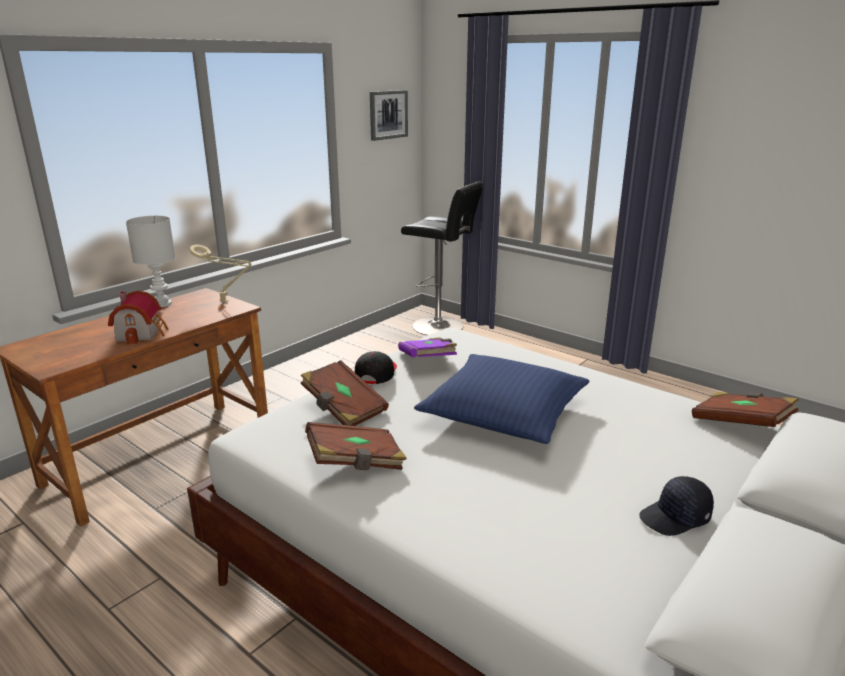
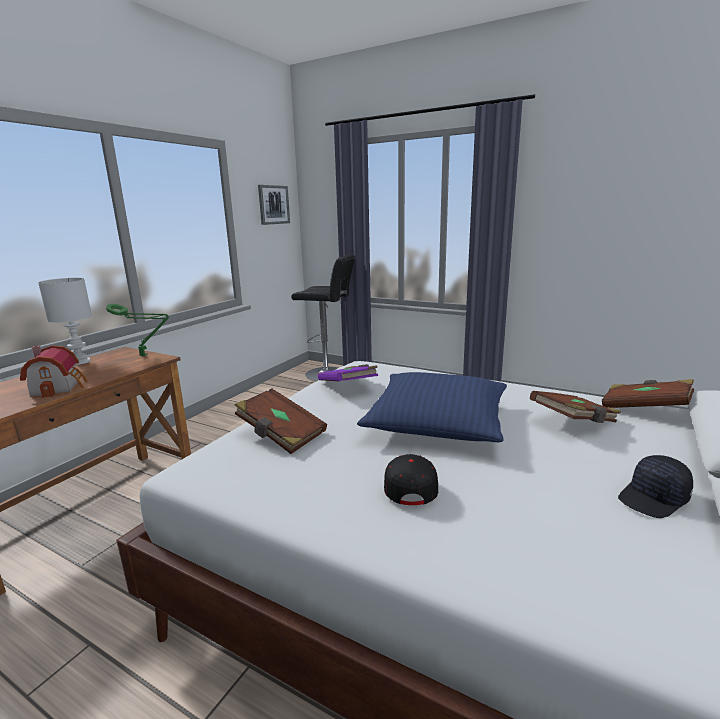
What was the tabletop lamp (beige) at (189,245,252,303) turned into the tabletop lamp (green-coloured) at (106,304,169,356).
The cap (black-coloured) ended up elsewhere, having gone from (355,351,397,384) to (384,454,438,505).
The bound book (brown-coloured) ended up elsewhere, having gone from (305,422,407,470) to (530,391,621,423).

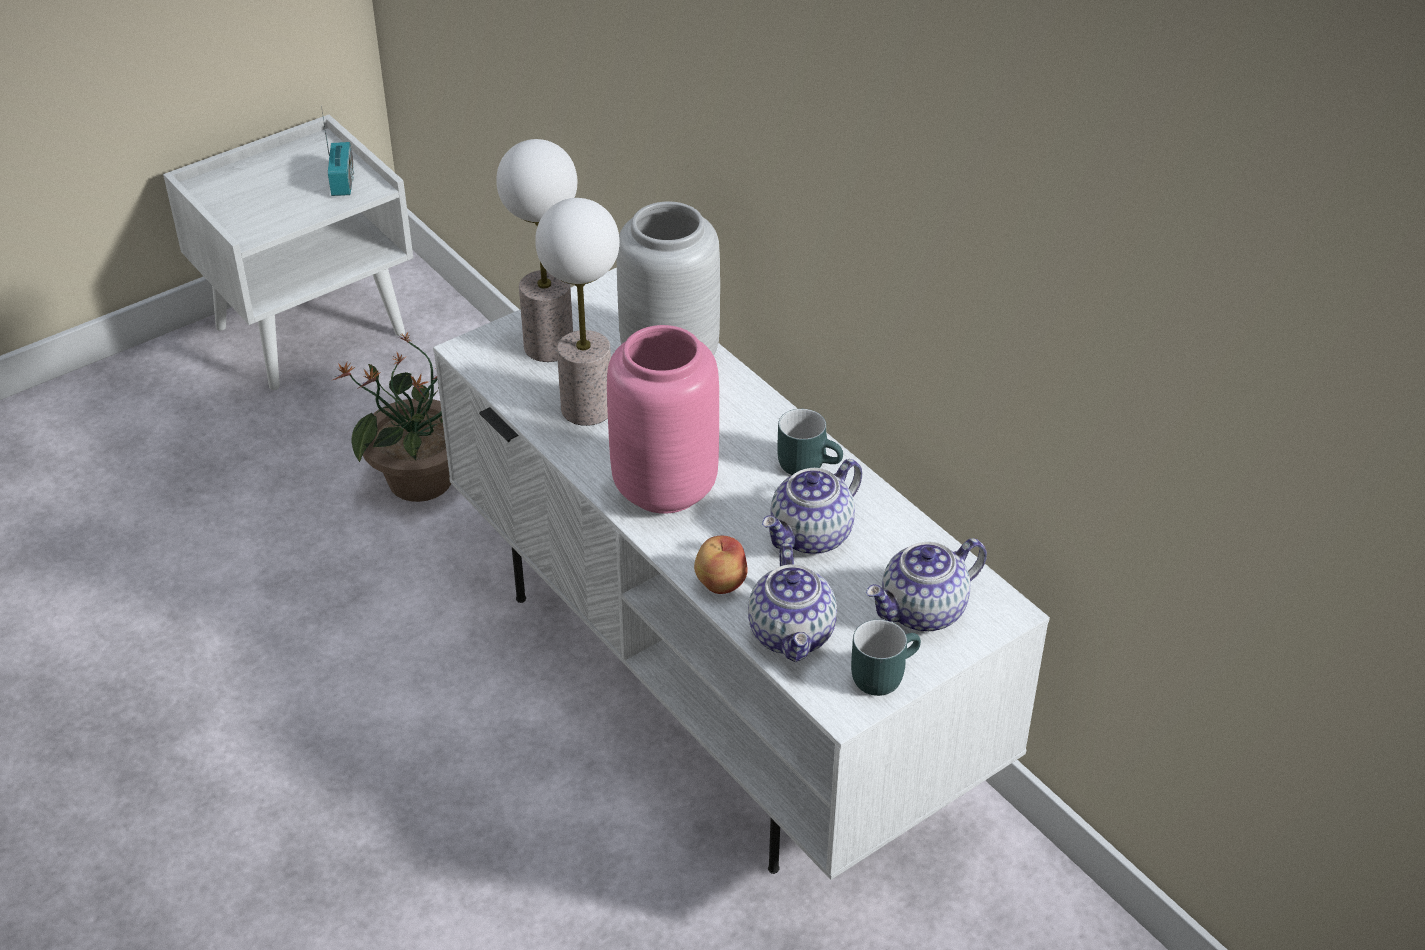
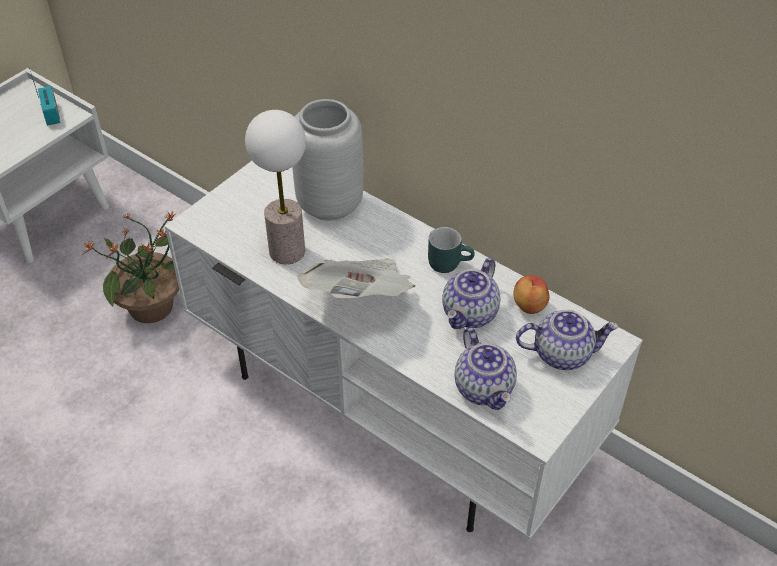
The second view lost the tabletop lamp at (496,139,577,362).
Where the flower vase (pink-coloured) stood at (607,325,719,514), the printed paper came to stand at (297,258,416,298).
The apple fruit ended up elsewhere, having gone from (694,536,748,594) to (513,275,550,314).
The tea pot at (866,538,987,632) ended up facing another way, 135 degrees counterclockwise from before.
The second view lost the mug (turquoise-coloured) at (851,620,921,696).

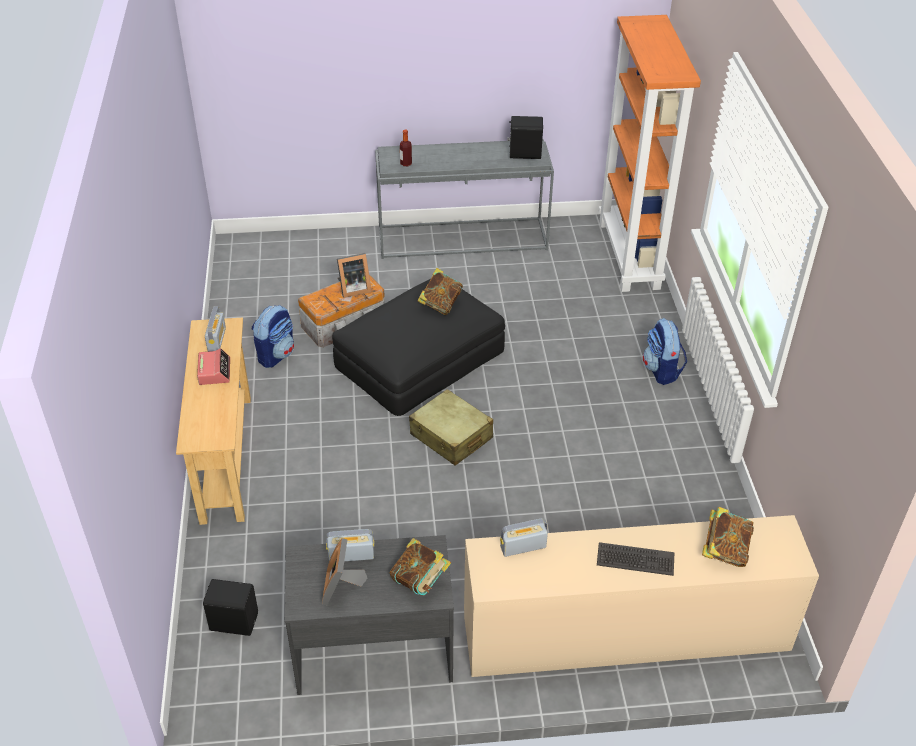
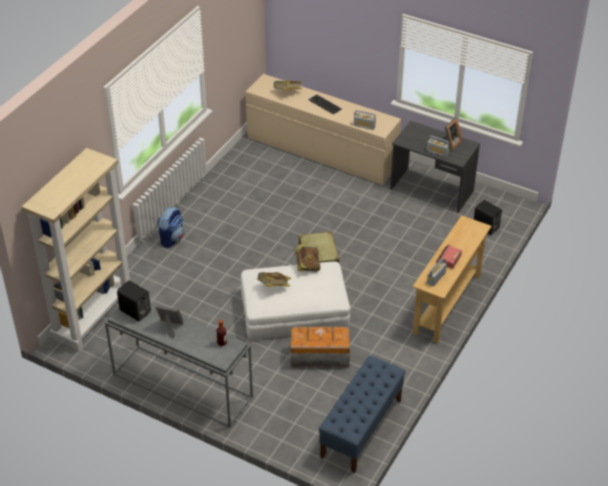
What was the shelving unit (orangey) at (599,15,701,292) turned into the shelving unit (beige) at (22,148,130,351).
The picture frame ended up elsewhere, having gone from (337,253,371,298) to (155,305,184,339).
What was the footrest (black-coloured) at (332,279,505,416) turned into the footrest (white) at (241,261,350,340).
The second view lost the knapsack at (252,305,294,368).
The bound book ended up elsewhere, having gone from (390,538,451,595) to (295,244,320,272).
The second view gained the long seat (blue-coloured) at (318,356,406,473).

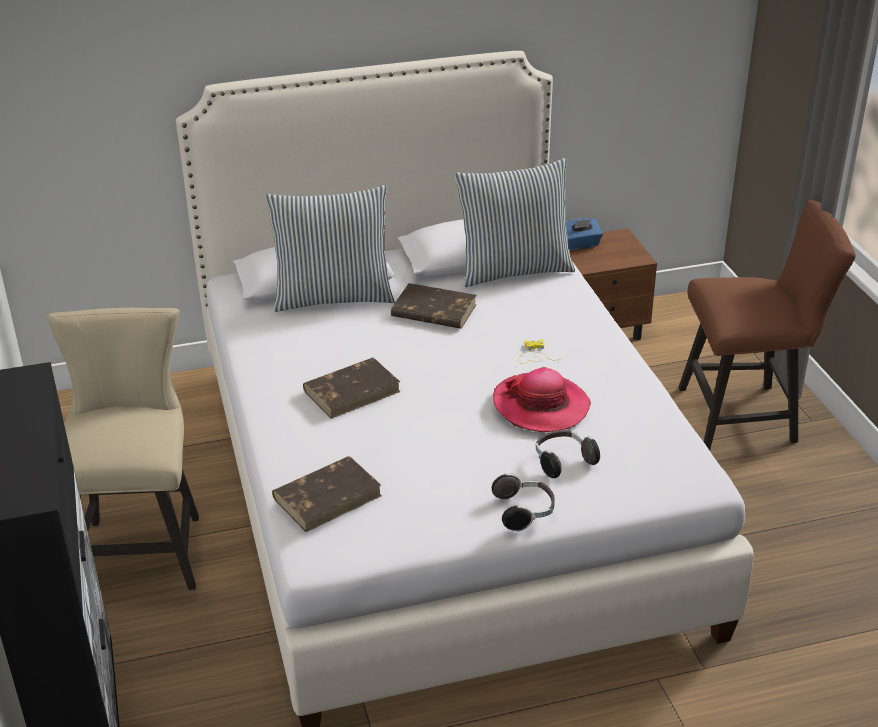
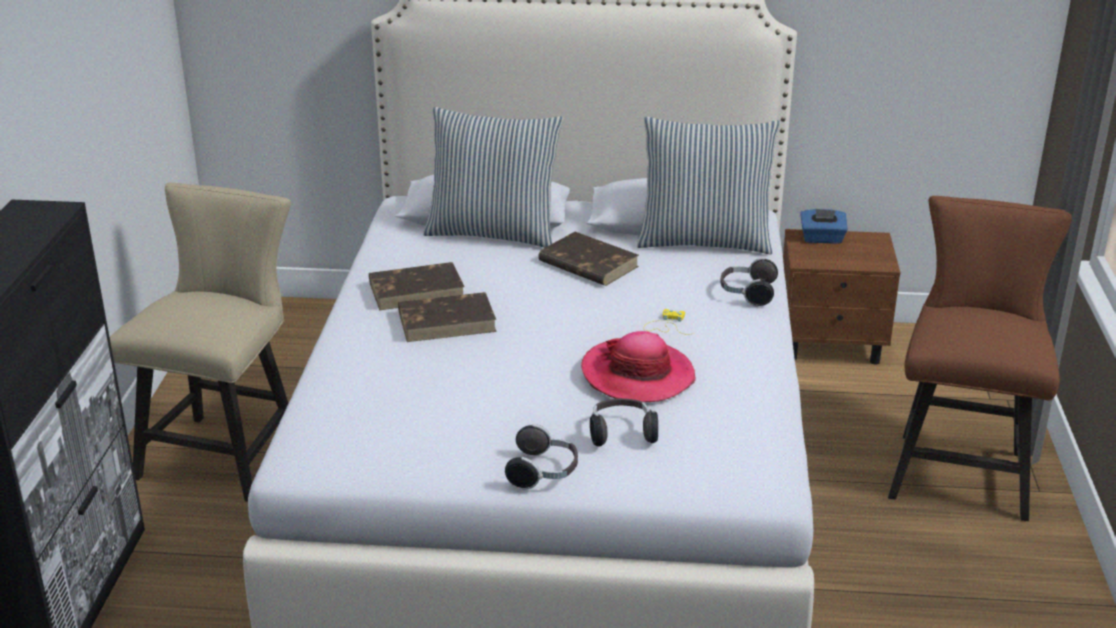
The plain chair (brown-coloured) at (678,199,856,451) ended up facing another way, 90 degrees counterclockwise from before.
The bound book (brown-coloured) ended up elsewhere, having gone from (272,456,382,532) to (369,262,465,310).
The second view gained the pair of headphones at (720,257,778,307).

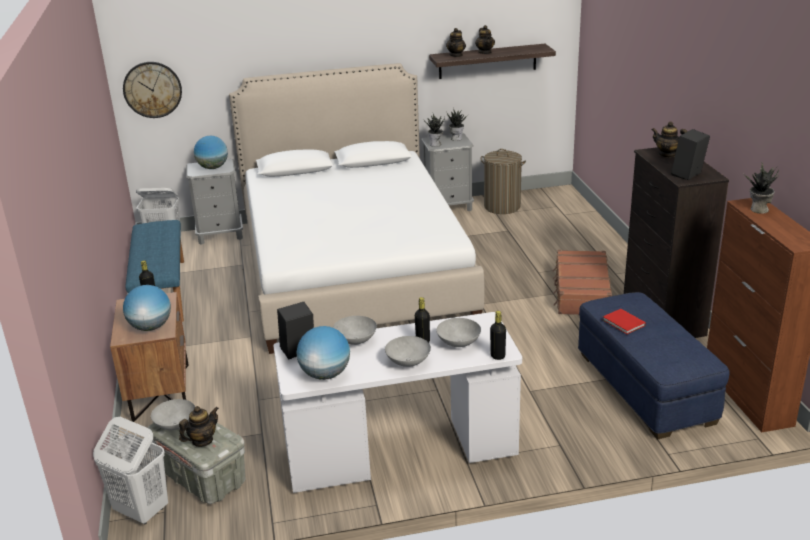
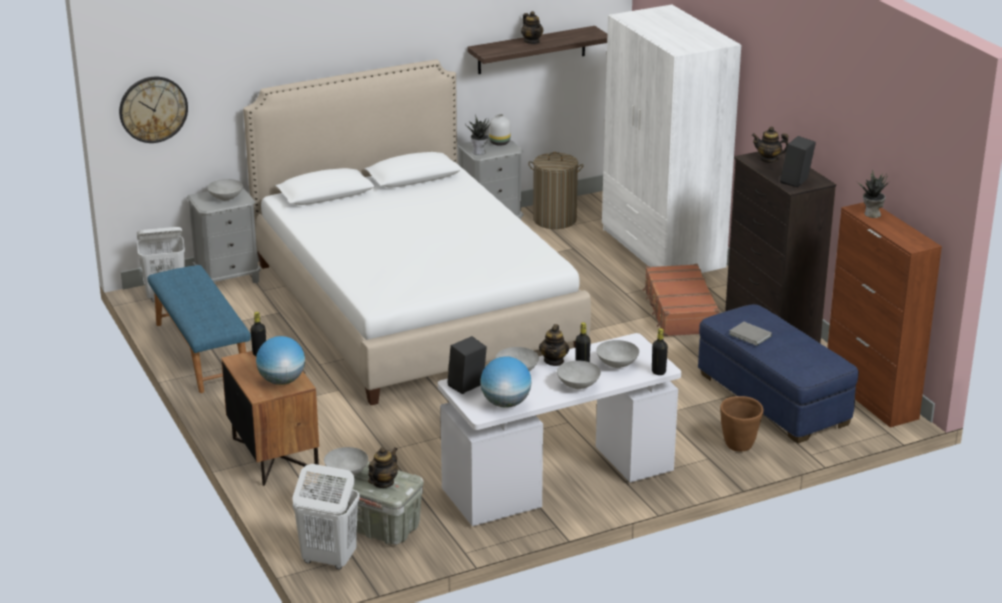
The tea pot ended up elsewhere, having gone from (446,28,466,57) to (539,324,569,366).
Where the plant in a pot stood at (447,107,468,141), the flower vase (white) came to stand at (489,114,511,146).
Where the desk globe stood at (194,136,228,169), the deep dish (grey) came to stand at (207,179,243,201).
What was the bound book (red-coloured) at (603,309,646,334) turned into the bound book (grey) at (729,322,772,346).
The second view gained the armoire (white) at (602,5,741,273).
The second view gained the flower pot (brown-coloured) at (720,396,763,451).

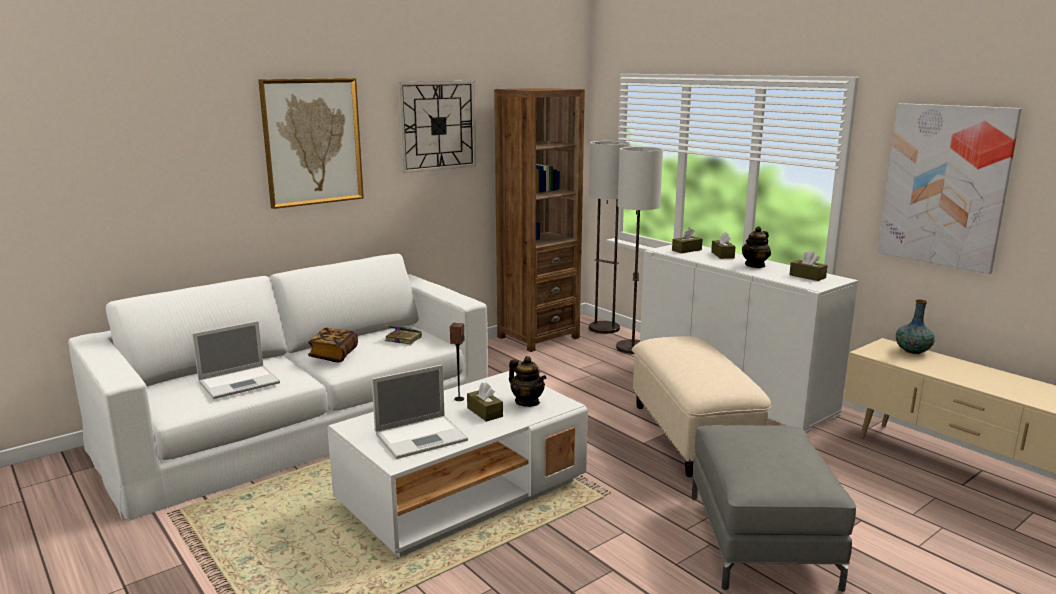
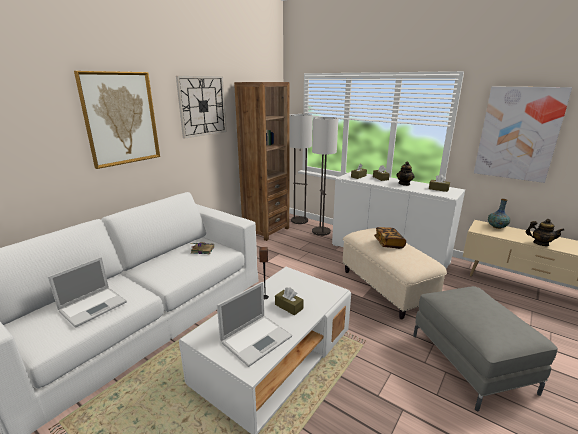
The bound book ended up elsewhere, having gone from (308,328,358,362) to (374,227,406,249).
The tea pot ended up elsewhere, having gone from (509,356,546,407) to (526,219,564,246).

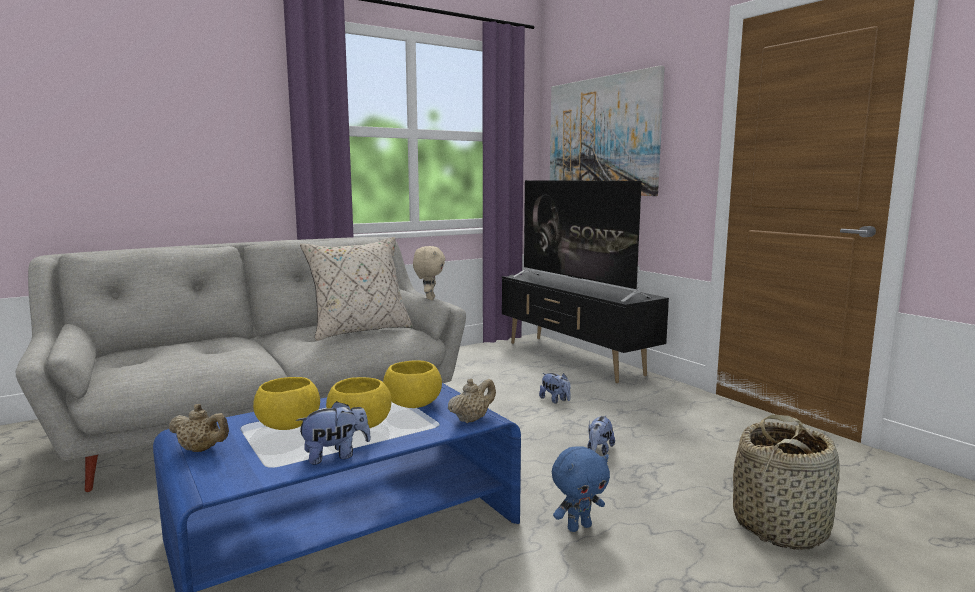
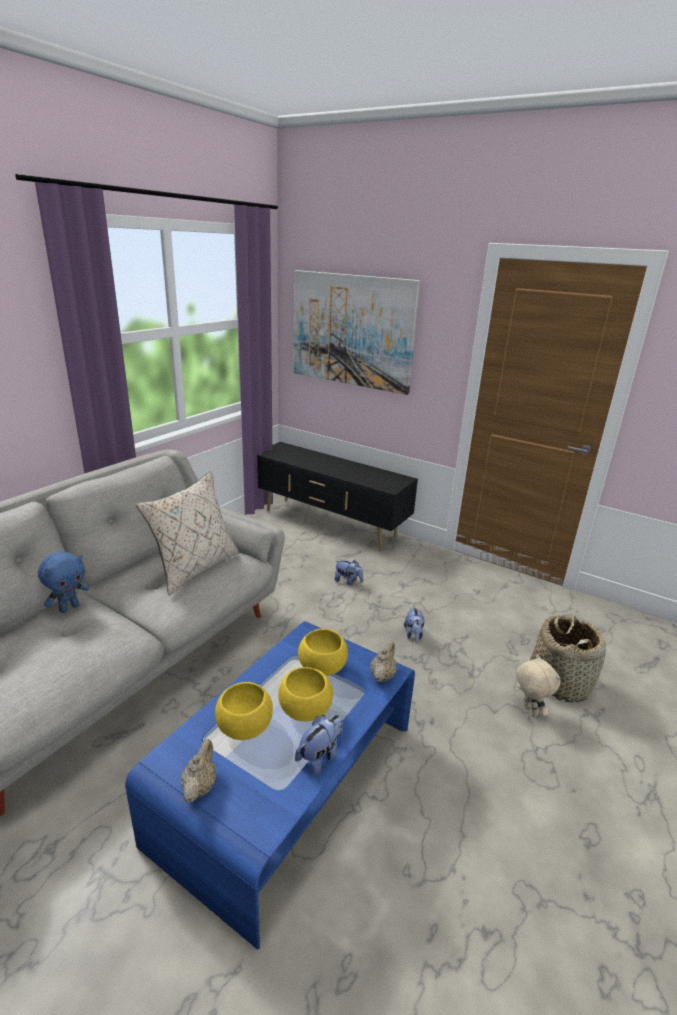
The second view lost the television at (513,180,651,302).
The cuddly toy (beige) ended up elsewhere, having gone from (413,246,445,300) to (516,654,560,716).
The tea pot (beige) at (169,404,229,452) ended up facing another way, 75 degrees counterclockwise from before.
The cuddly toy (blue-coloured) ended up elsewhere, having gone from (552,446,610,532) to (38,551,89,613).

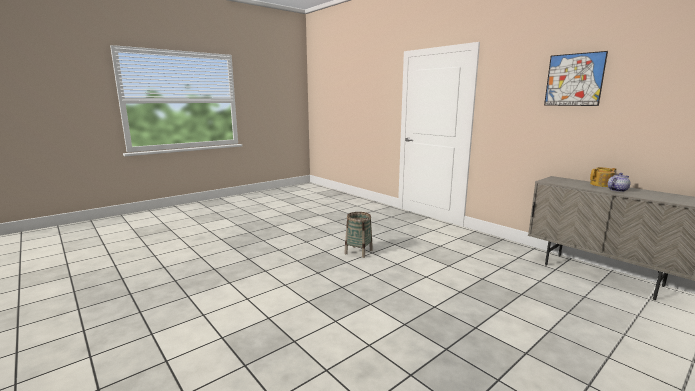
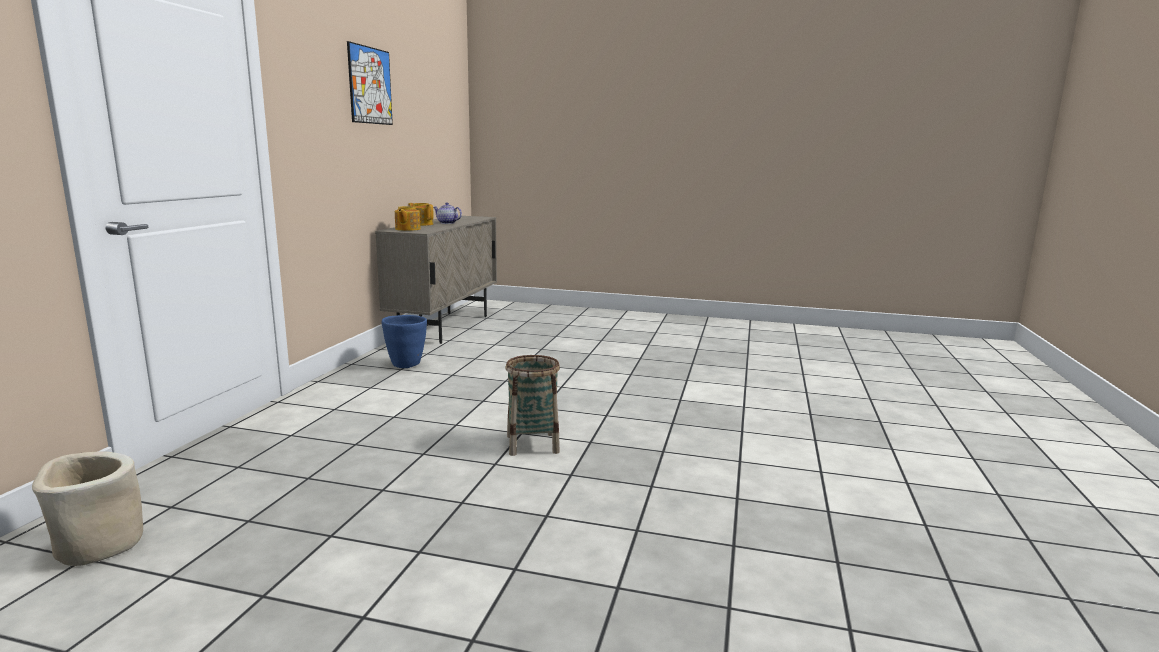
The second view gained the tea pot at (395,206,421,231).
The second view gained the flower pot (blue-coloured) at (382,315,427,368).
The second view gained the flower pot (beige) at (32,451,143,566).

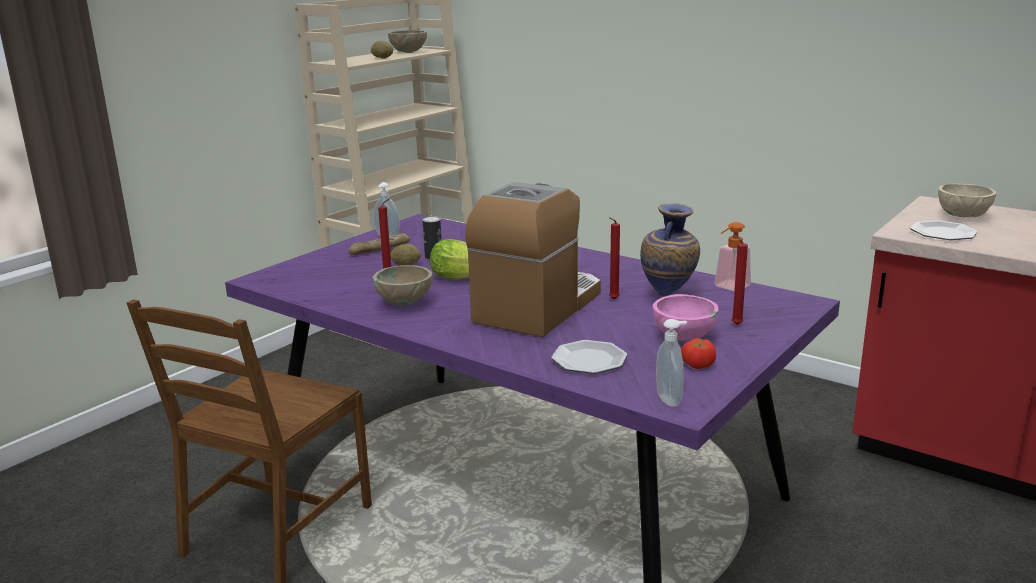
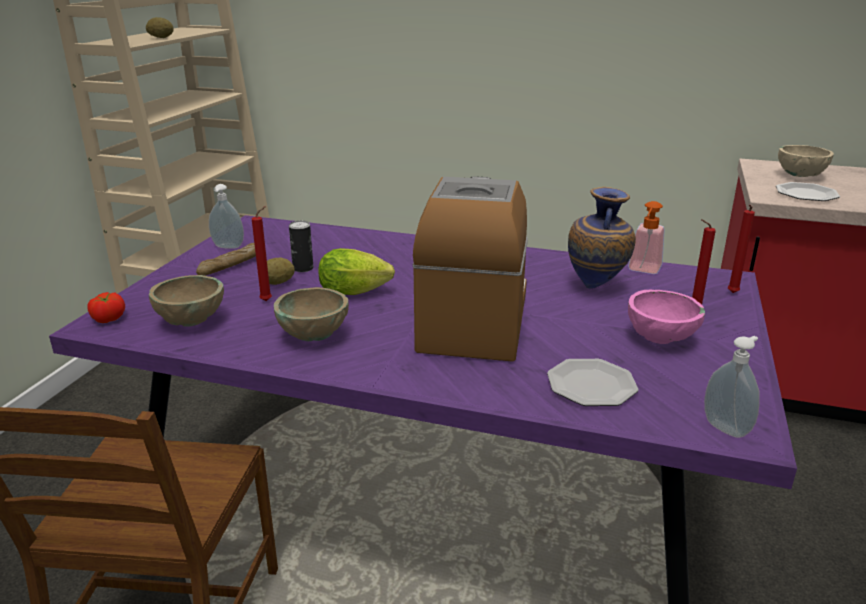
The deep dish (beige) ended up elsewhere, having gone from (388,30,427,53) to (149,275,224,327).
The wax light (red-coloured) ended up elsewhere, having gone from (609,217,620,299) to (728,205,755,293).
The whole tomato ended up elsewhere, having gone from (681,338,716,369) to (87,292,125,323).

